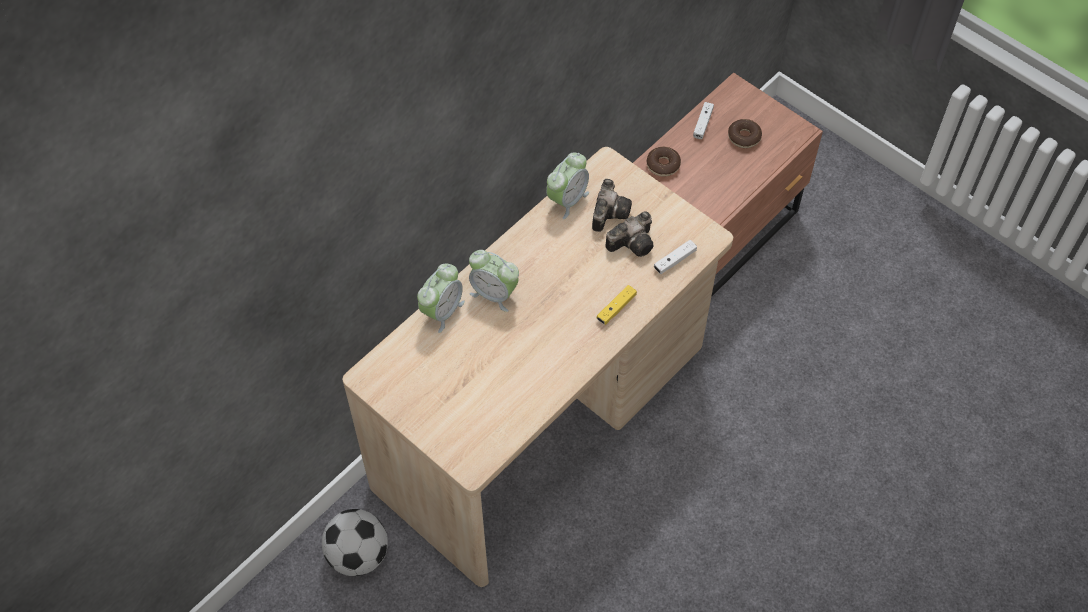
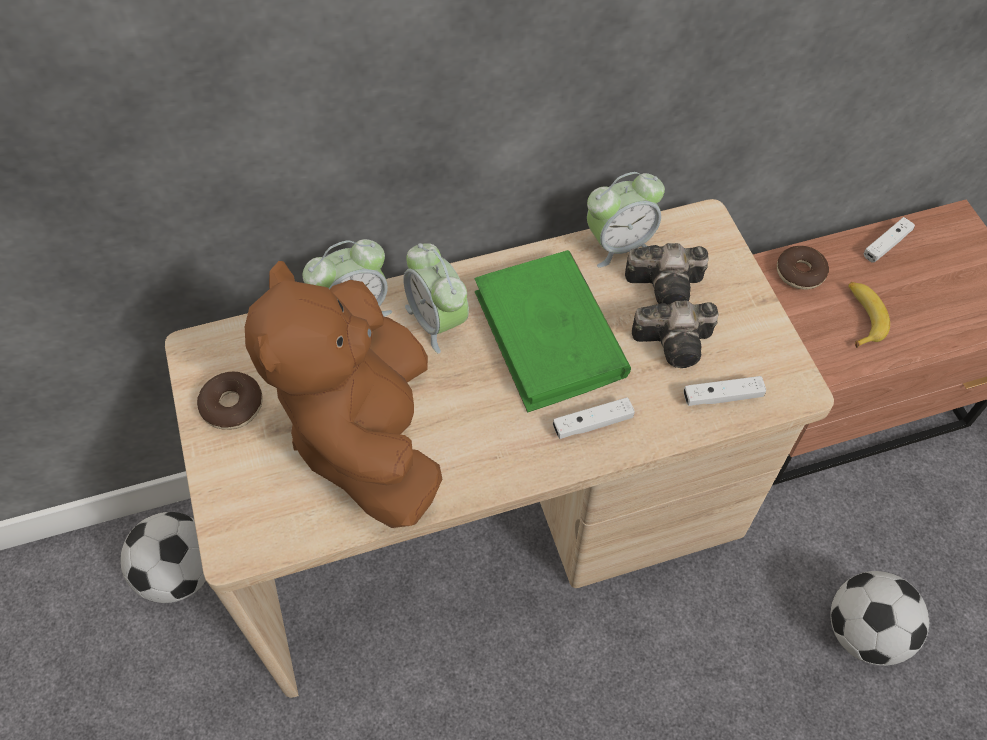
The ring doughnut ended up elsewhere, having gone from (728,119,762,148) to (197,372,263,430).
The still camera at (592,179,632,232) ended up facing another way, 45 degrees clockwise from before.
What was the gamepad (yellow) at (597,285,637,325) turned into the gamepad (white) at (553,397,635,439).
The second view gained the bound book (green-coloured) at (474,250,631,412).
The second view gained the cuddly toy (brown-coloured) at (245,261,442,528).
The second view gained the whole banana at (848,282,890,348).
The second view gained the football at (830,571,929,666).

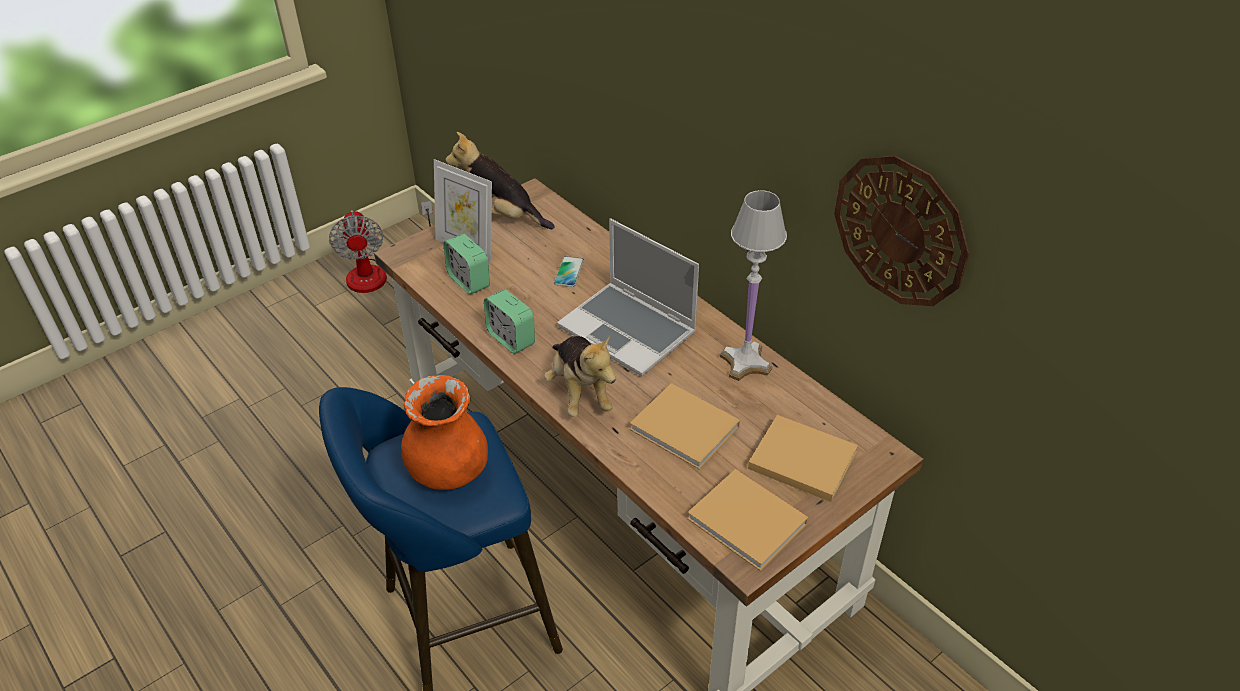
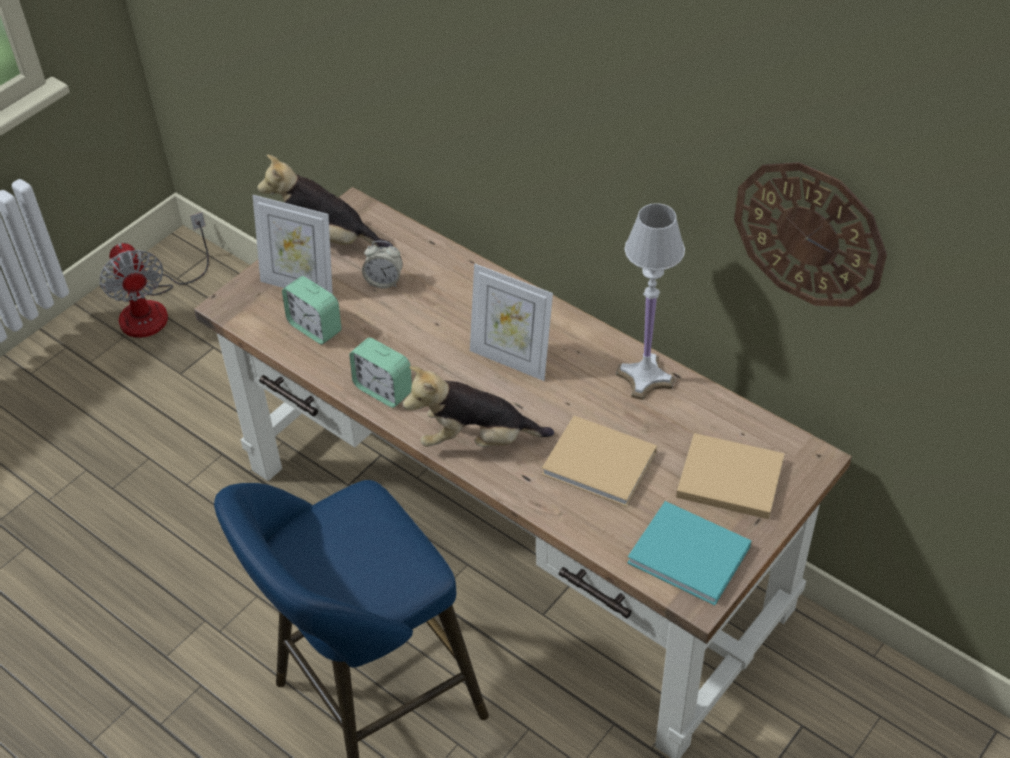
Where the portable computer stood at (557,218,699,376), the picture frame came to stand at (470,264,553,381).
The second view lost the phone at (554,256,584,287).
The cuddly toy at (544,335,616,417) ended up facing another way, 120 degrees clockwise from before.
The second view lost the flower vase (orangey) at (401,375,488,490).
What was the bound book (beige) at (687,469,808,571) turned into the bound book (turquoise-coloured) at (627,501,751,606).
The second view gained the bedside clock at (362,241,403,288).

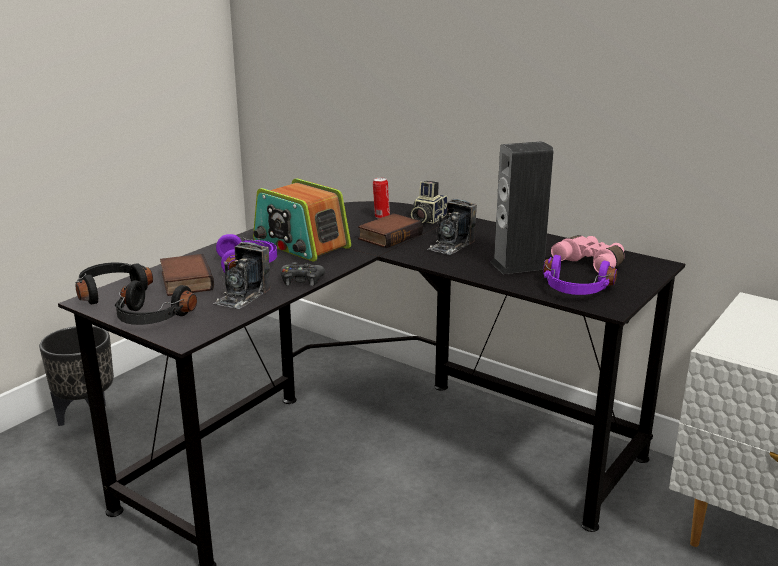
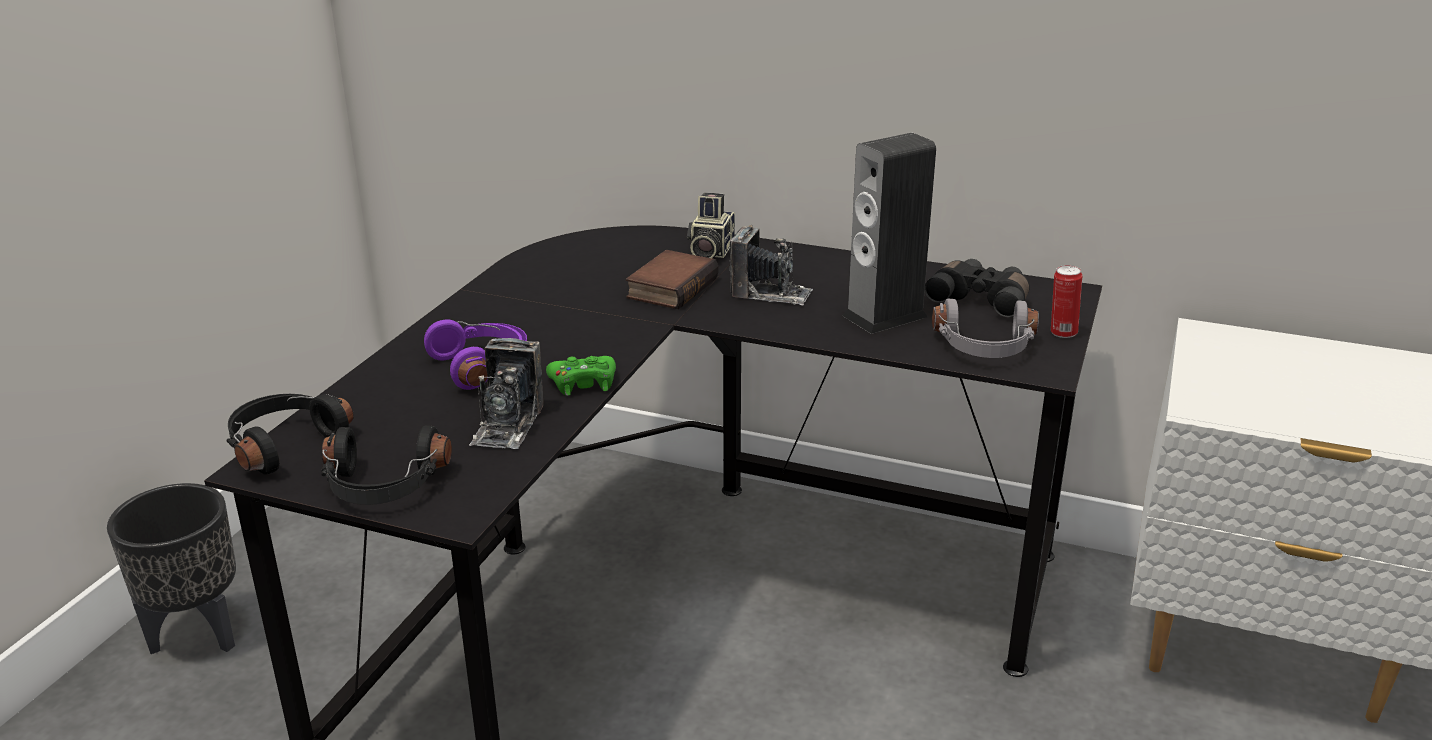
The second view lost the radio set at (253,178,351,261).
The can ended up elsewhere, having gone from (373,178,390,219) to (1051,265,1082,338).
The still camera at (427,199,477,255) ended up facing another way, 90 degrees counterclockwise from before.
What was the binoculars (pink-coloured) at (551,235,625,273) turned into the binoculars (black-coloured) at (925,259,1030,317).
The second view lost the bound book at (160,254,214,296).
What was the pair of headphones (purple) at (543,255,617,295) turned into the pair of headphones (grey) at (932,299,1039,358).
What was the gamepad (black-coloured) at (280,262,325,286) turned into the gamepad (green-coloured) at (546,356,616,396).

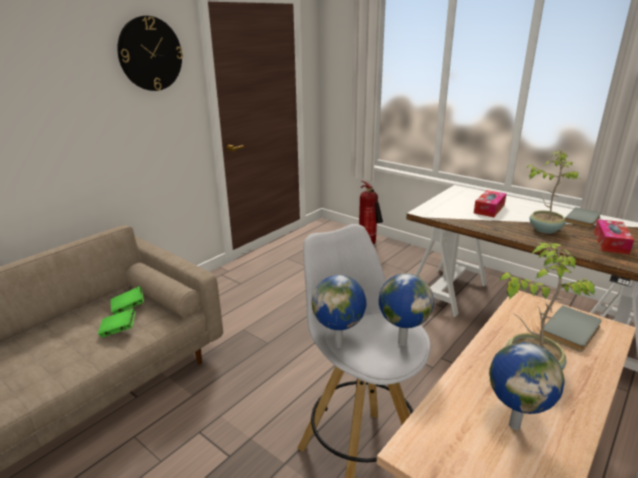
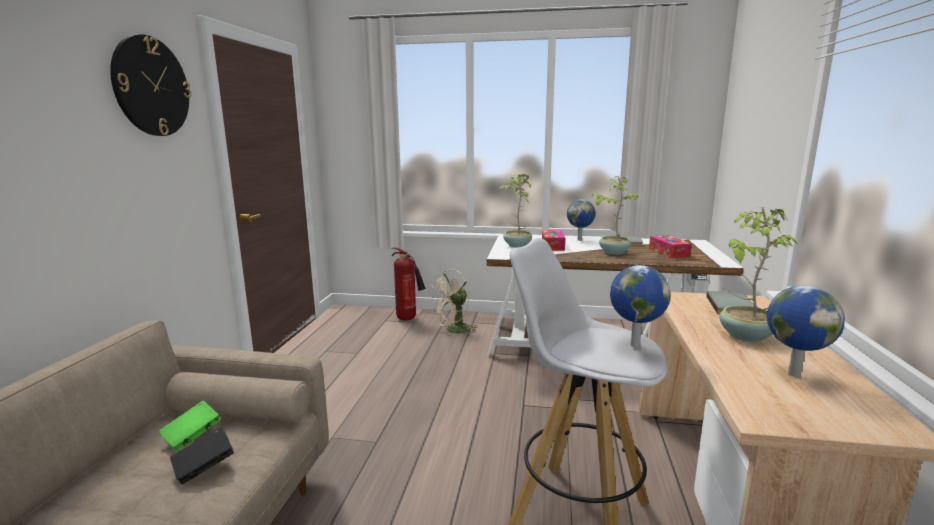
The desk globe ended up elsewhere, having gone from (312,275,366,348) to (567,199,596,241).
What was the bound book (green-coloured) at (98,309,135,338) turned into the bound book (black-coloured) at (170,427,234,485).
The second view gained the plant in a pot at (499,174,532,248).
The second view gained the electric fan (beige) at (430,269,478,336).

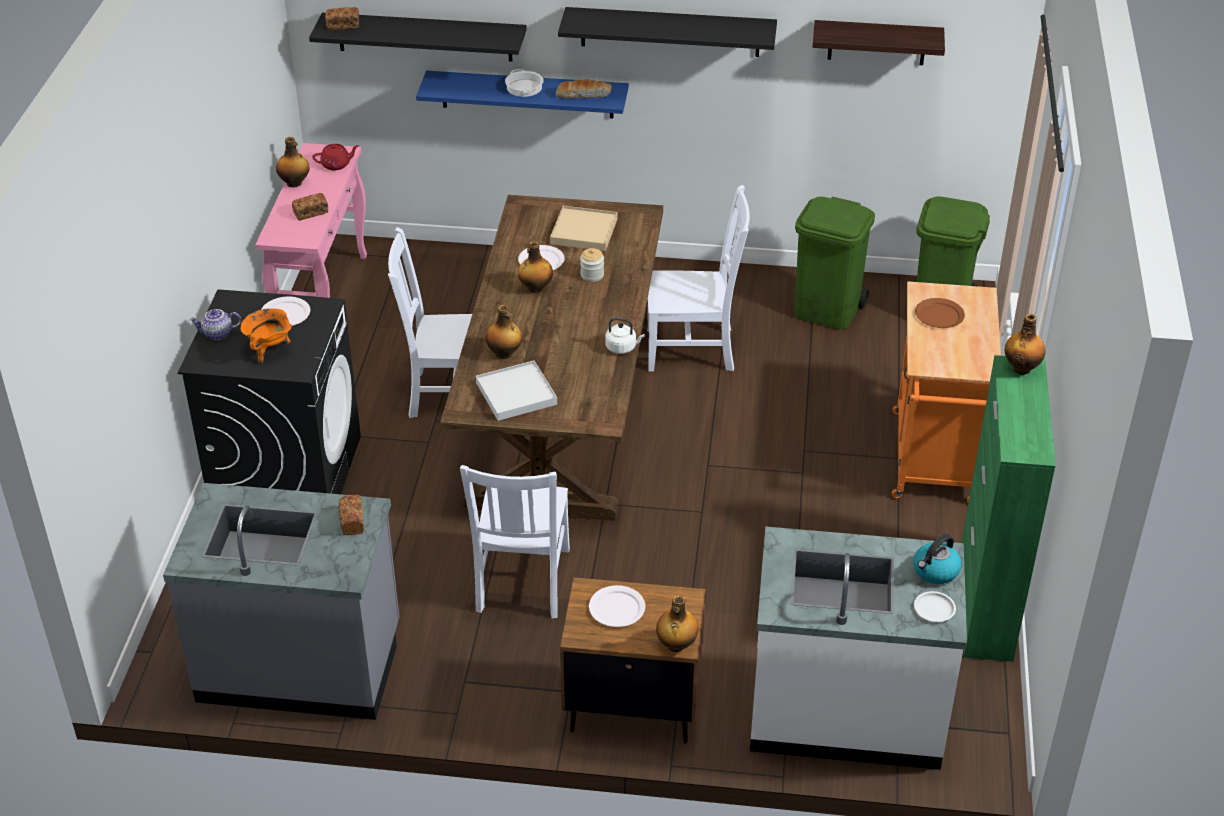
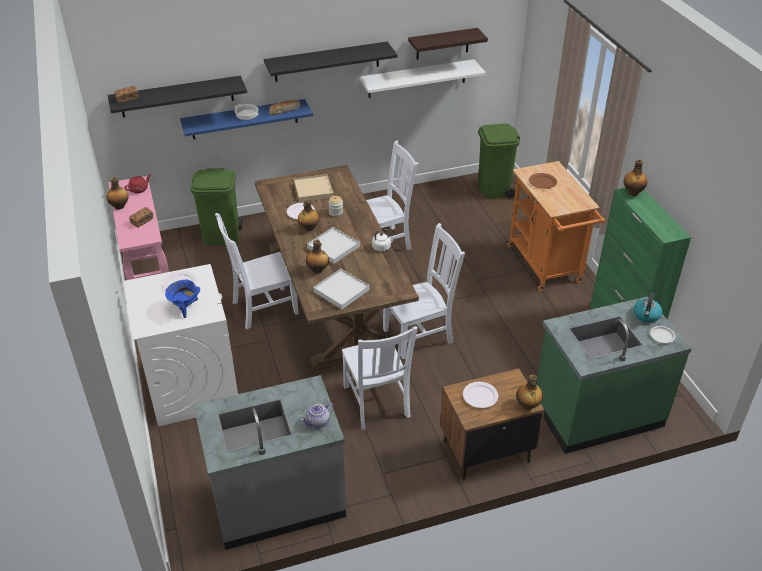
The trash can (green-coloured) ended up elsewhere, having gone from (795,197,875,329) to (190,168,243,245).
What was the laundry appliance (black-coloured) at (178,289,361,494) turned into the laundry appliance (white) at (124,264,238,426).
What was the stockpot (orangey) at (241,308,292,364) turned into the stockpot (blue-coloured) at (165,280,200,318).
The tea pot ended up elsewhere, having gone from (189,309,241,340) to (301,403,334,428).
The second view lost the bread at (339,494,364,535).
What was the counter (white) at (750,526,967,770) turned into the counter (green-coloured) at (536,296,692,454).
The second view gained the bracket shelf (white) at (359,59,486,98).
The second view gained the plain chair (white) at (383,223,465,359).
The second view gained the carrying tray (white) at (307,227,360,264).

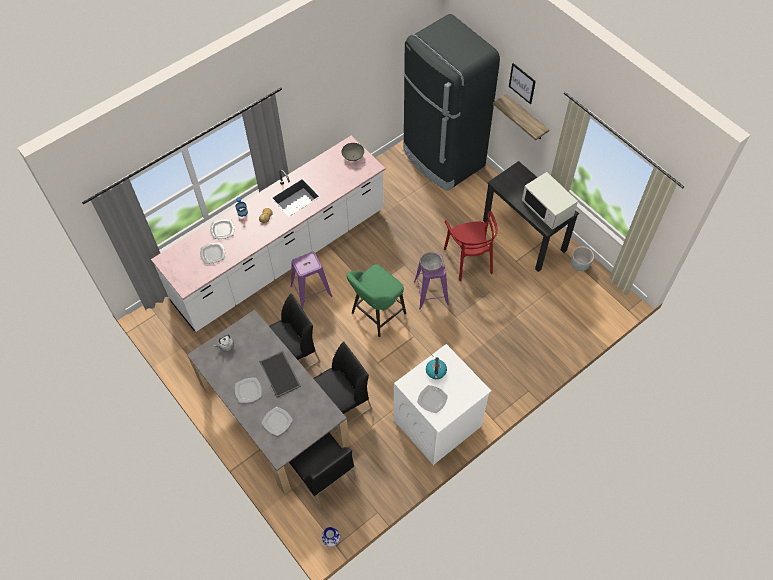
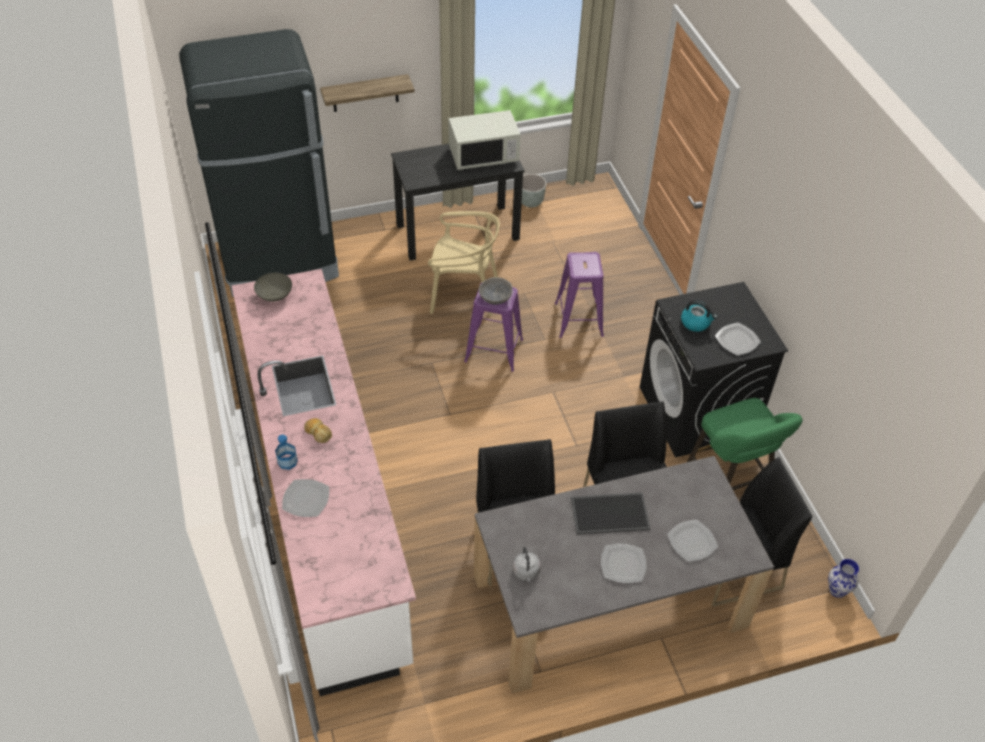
The second view lost the wall art at (509,63,536,105).
What was the plain chair (red-coloured) at (444,211,498,281) turned into the plain chair (beige) at (428,211,500,316).
The second view lost the dinner plate at (200,243,225,264).
The stool (purple) ended up elsewhere, having gone from (290,252,333,309) to (555,252,604,338).
The stool (green-coloured) ended up elsewhere, having gone from (347,264,406,337) to (687,398,802,490).
What was the laundry appliance (white) at (394,344,491,465) turned into the laundry appliance (black-coloured) at (640,282,788,457).

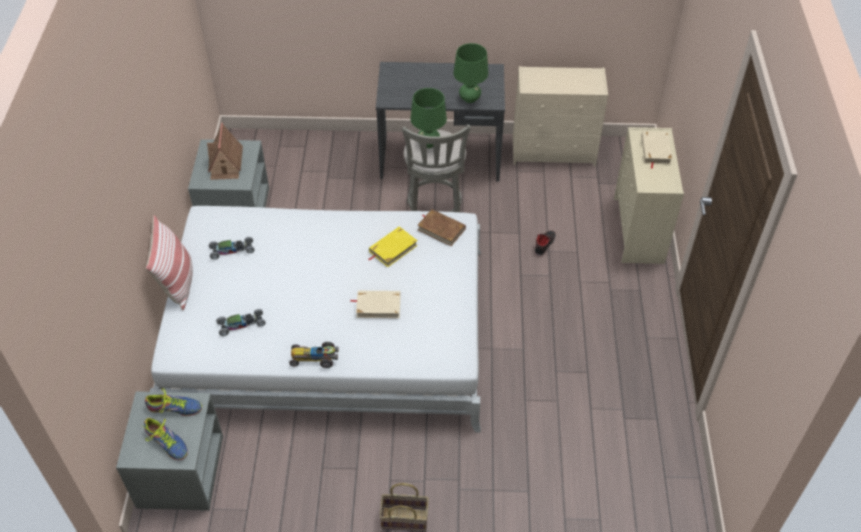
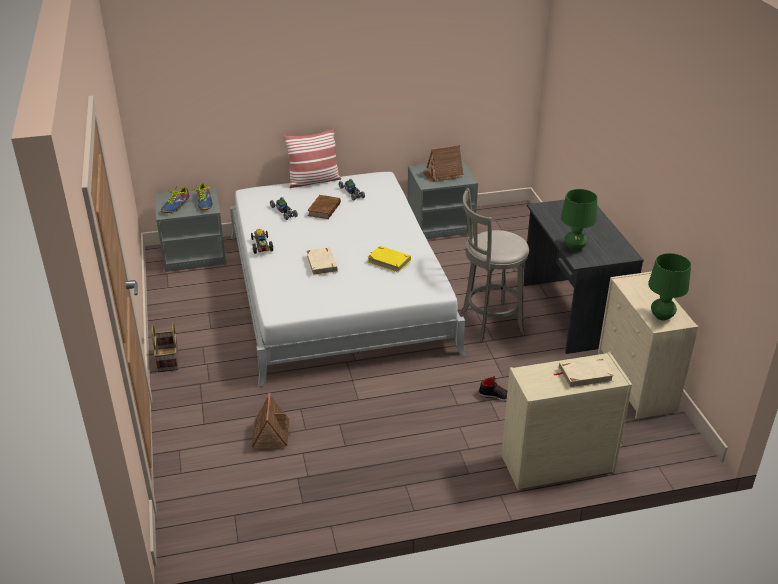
The tabletop lamp (green-coloured) ended up elsewhere, having gone from (411,88,447,148) to (648,253,691,321).
The bound book (brown-coloured) ended up elsewhere, having gone from (417,209,466,246) to (307,195,341,219).
The second view gained the miniature house at (252,393,290,449).

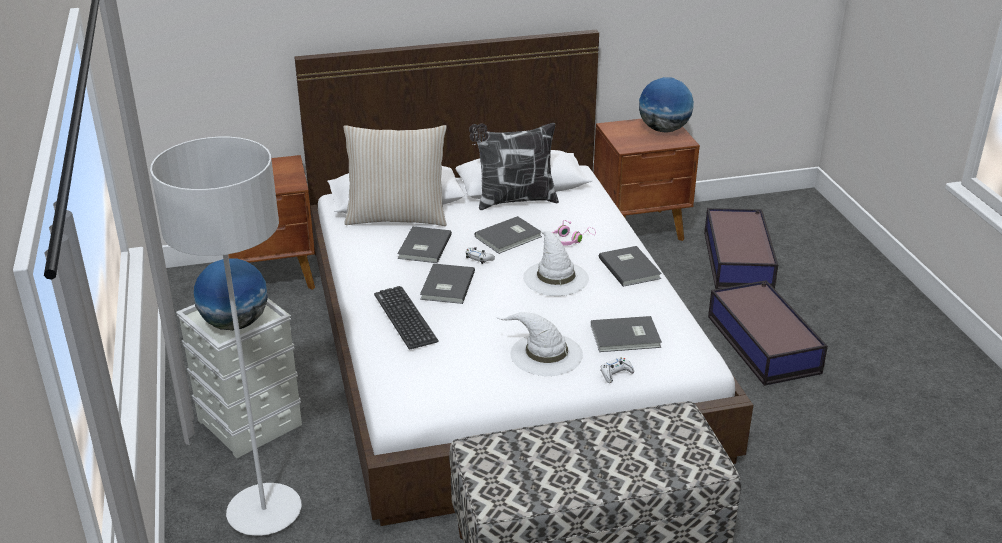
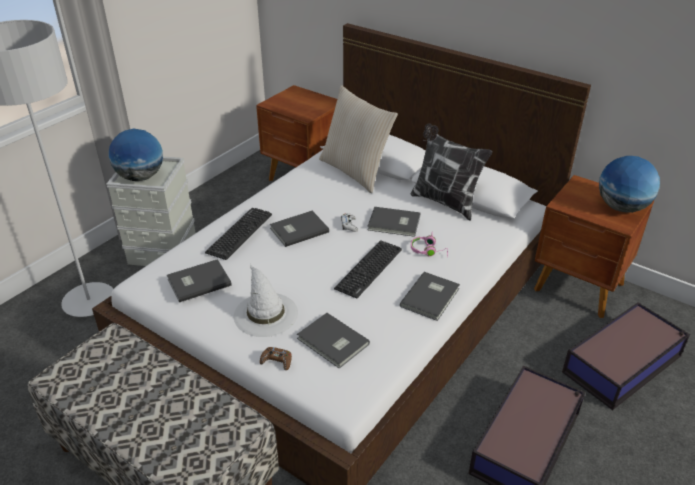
The bound book (grey) ended up elsewhere, having gone from (397,226,452,263) to (167,259,232,302).
Where the wearable hat (white) stood at (523,228,589,296), the PC keyboard came to stand at (334,240,402,298).
What was the gamepad (white) at (601,357,634,383) turned into the gamepad (brown-coloured) at (260,347,292,370).

